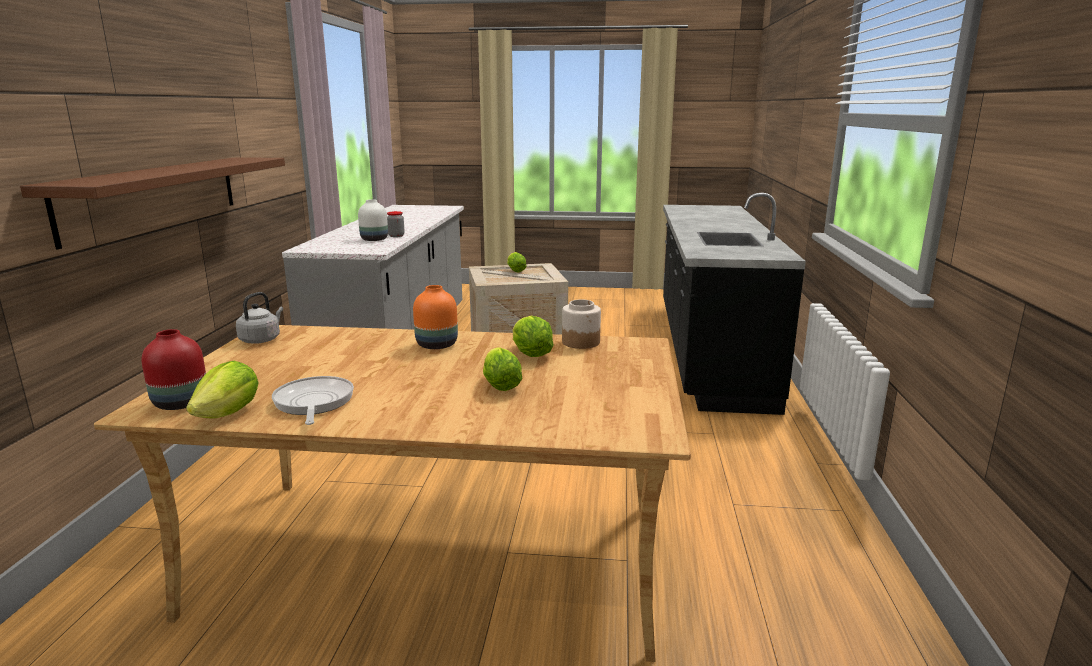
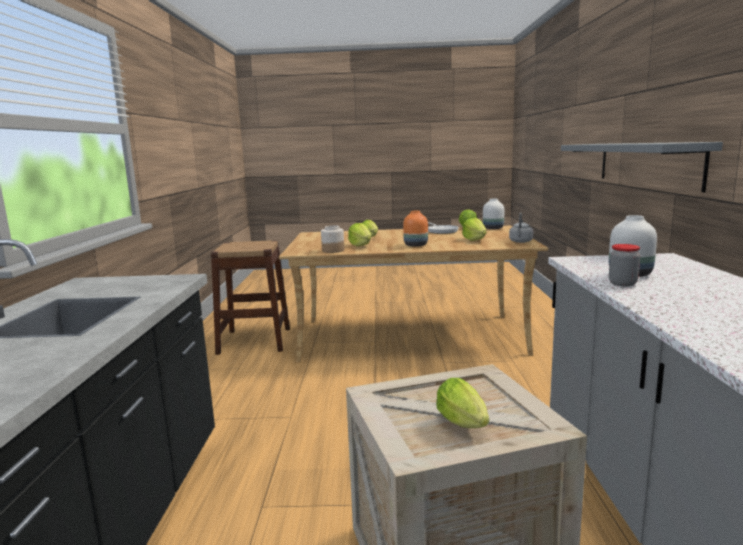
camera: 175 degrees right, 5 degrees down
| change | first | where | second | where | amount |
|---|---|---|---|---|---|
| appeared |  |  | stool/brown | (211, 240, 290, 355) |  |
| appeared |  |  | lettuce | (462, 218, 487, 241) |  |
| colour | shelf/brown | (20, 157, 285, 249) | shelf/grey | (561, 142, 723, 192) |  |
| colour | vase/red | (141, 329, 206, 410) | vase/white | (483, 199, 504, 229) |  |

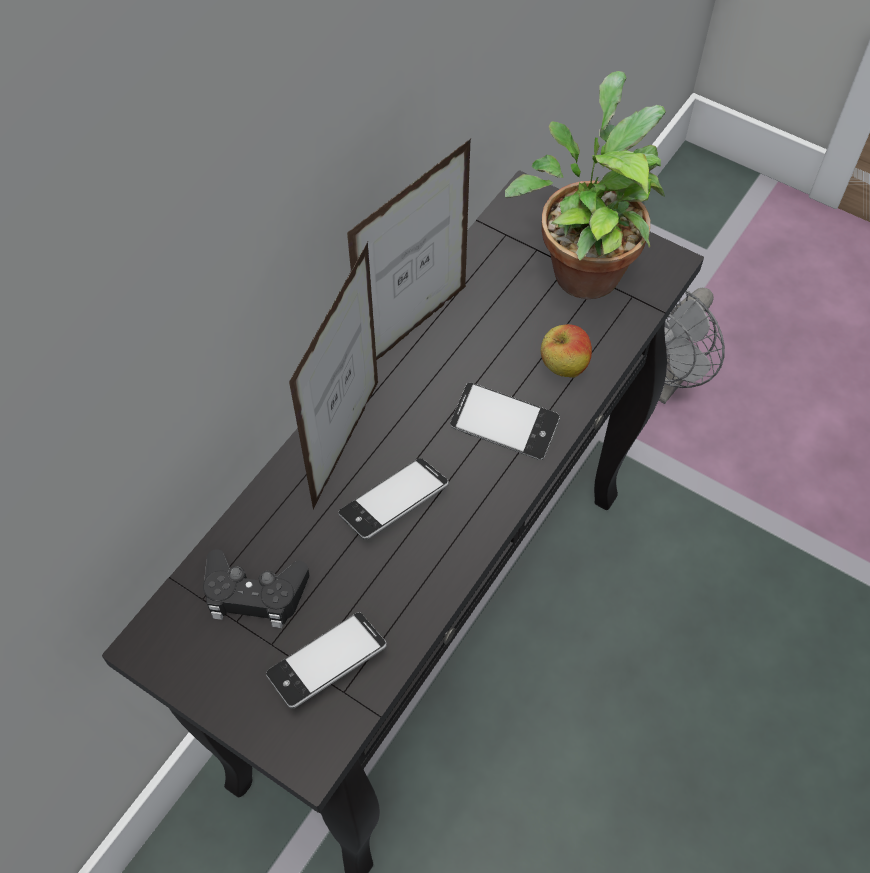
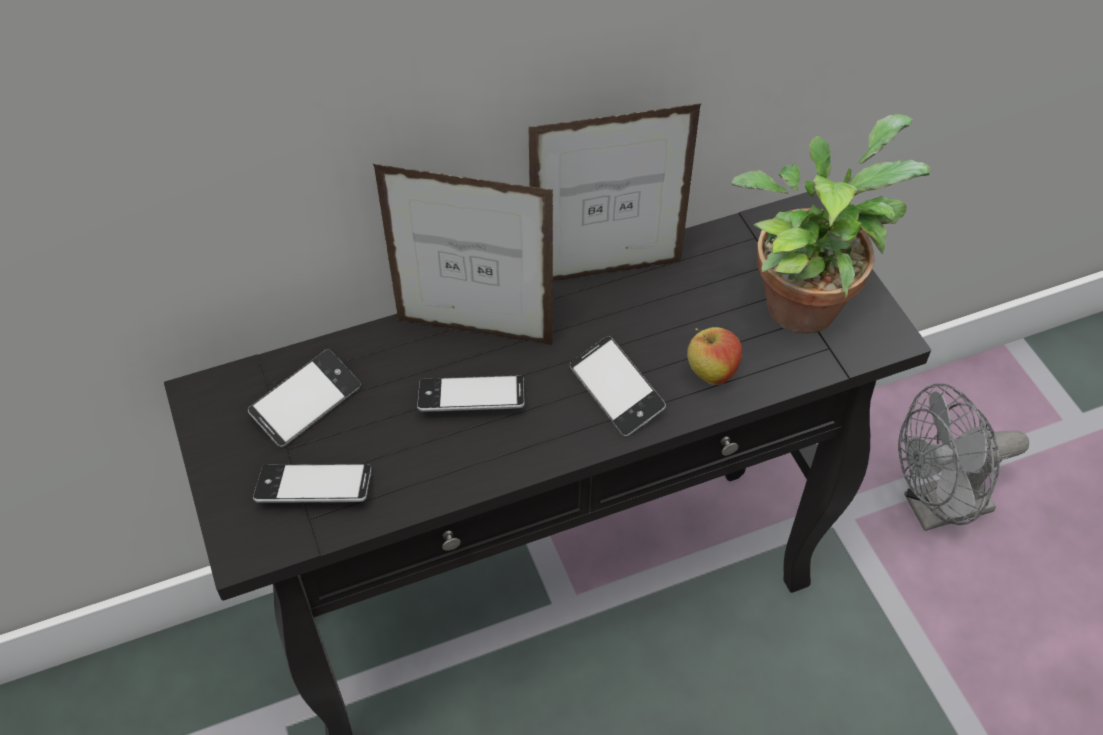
camera: 35 degrees right, 5 degrees down
| change | first | where | second | where | amount |
|---|---|---|---|---|---|
| exchanged | game controller/black | (203, 549, 309, 628) | phone | (248, 349, 361, 447) |  |
| spun | picture frame | (289, 242, 379, 509) |  | (373, 164, 553, 345) | 135 degrees counterclockwise |

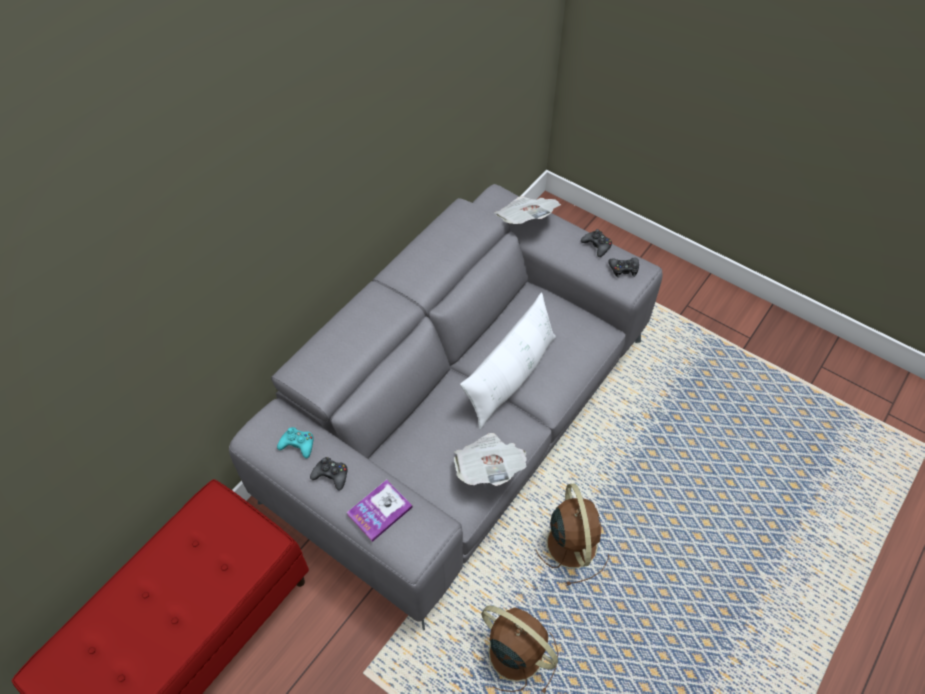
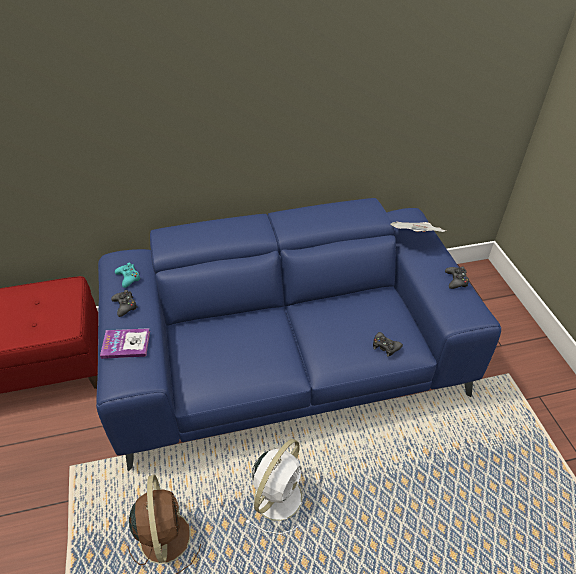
camera: 40 degrees right, 10 degrees down
| change | first | where | second | where | amount |
|---|---|---|---|---|---|
| missing | newspaper | (454, 433, 527, 486) |  |  |  |
| missing | pillow/white | (460, 293, 556, 429) |  |  |  |
| relocated | game controller/black | (608, 258, 639, 278) |  | (373, 332, 403, 357) |  |
| colour | sofa/grey | (229, 184, 662, 630) | sofa/blue | (96, 198, 501, 471) |  |
| colour | fan/brown | (535, 483, 609, 586) | fan/white | (245, 439, 302, 534) |  |

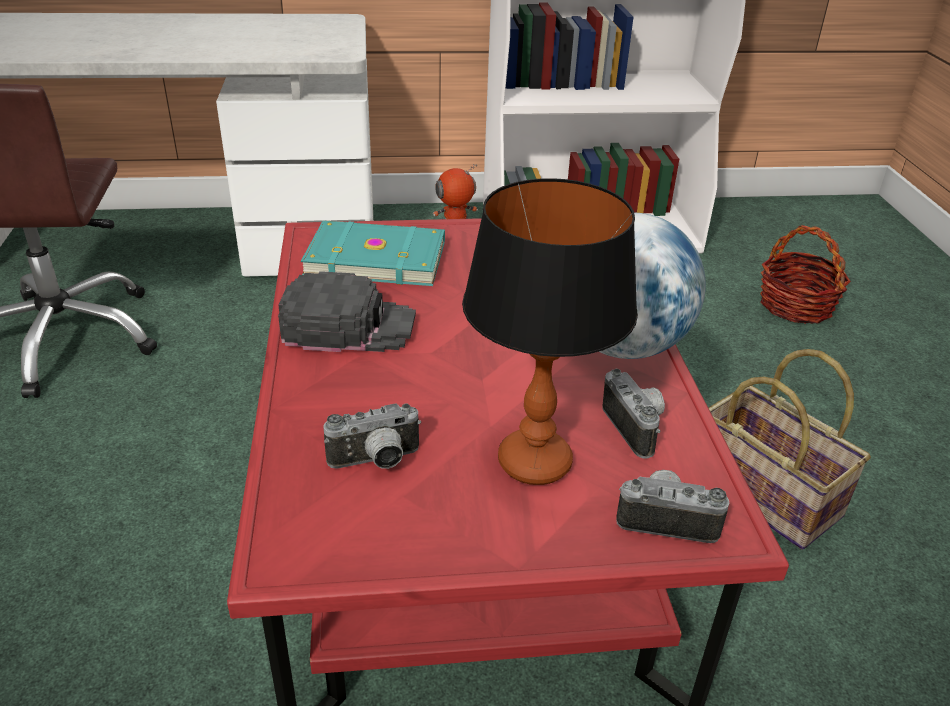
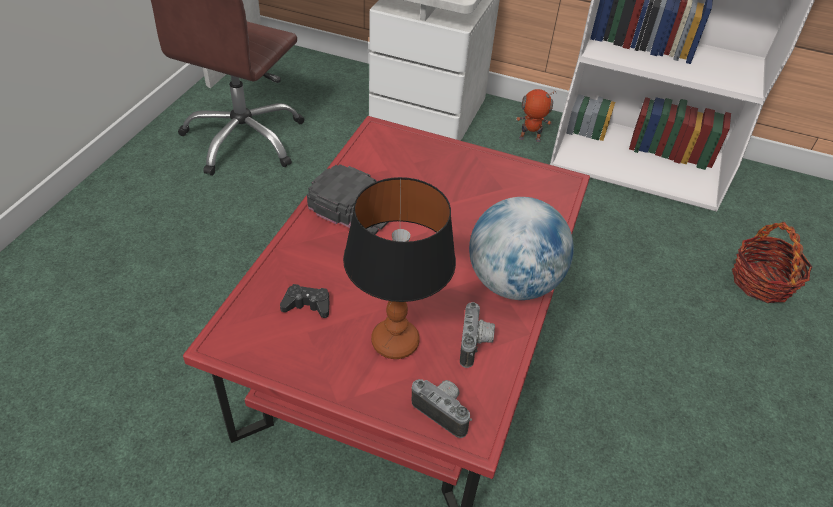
camera: 25 degrees right, 10 degrees up
| change | first | where | second | where | amount |
|---|---|---|---|---|---|
| missing | book/turquoise | (301, 220, 445, 286) |  |  |  |
| missing | basket | (708, 349, 871, 550) |  |  |  |
| exchanged | photo camera | (323, 403, 421, 469) | game controller/black | (280, 284, 330, 318) |  |

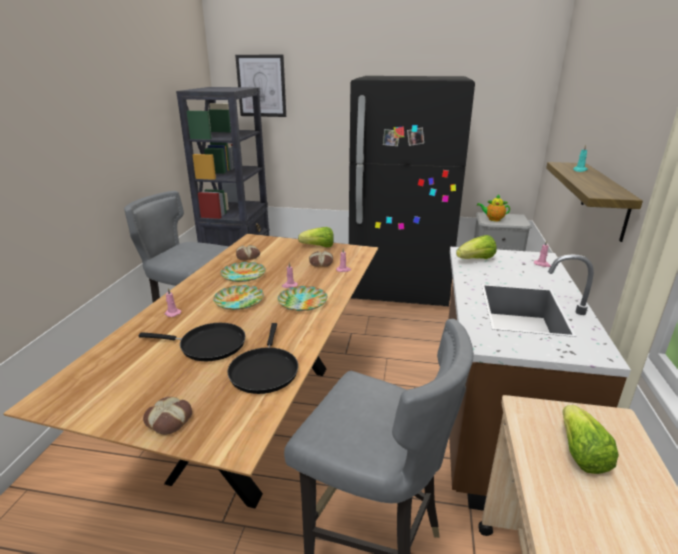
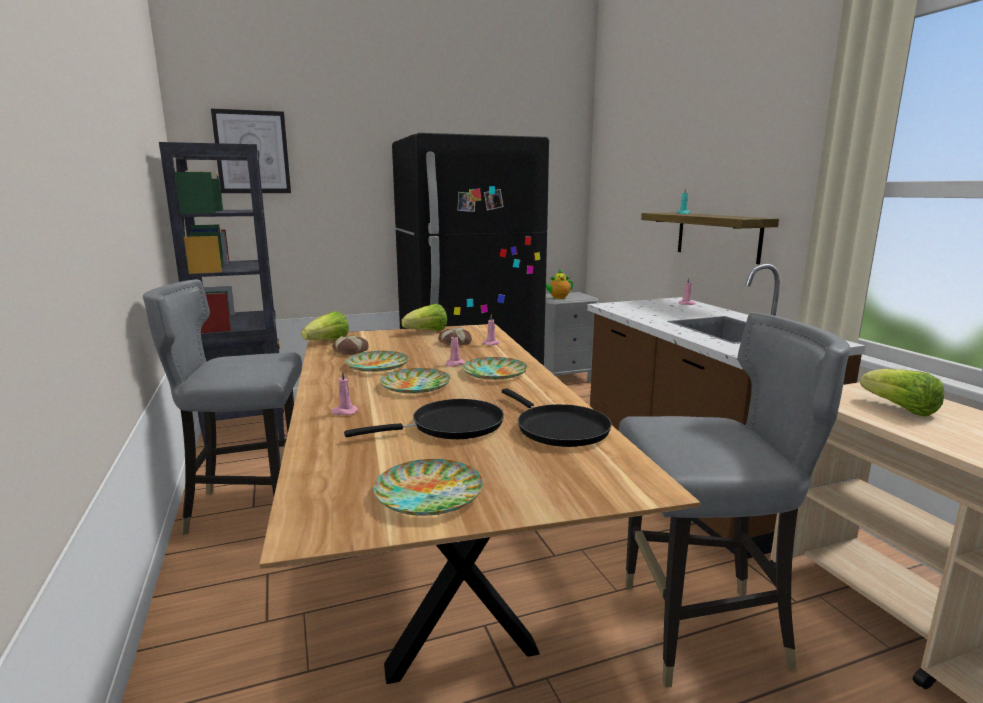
camera: 30 degrees left, 10 degrees down
| change | first | where | second | where | amount |
|---|---|---|---|---|---|
| missing | bread | (143, 397, 192, 435) |  |  |  |
| appeared |  |  | plate | (373, 459, 483, 516) |  |
| relocated | lettuce | (456, 235, 497, 259) |  | (301, 311, 349, 340) |  |

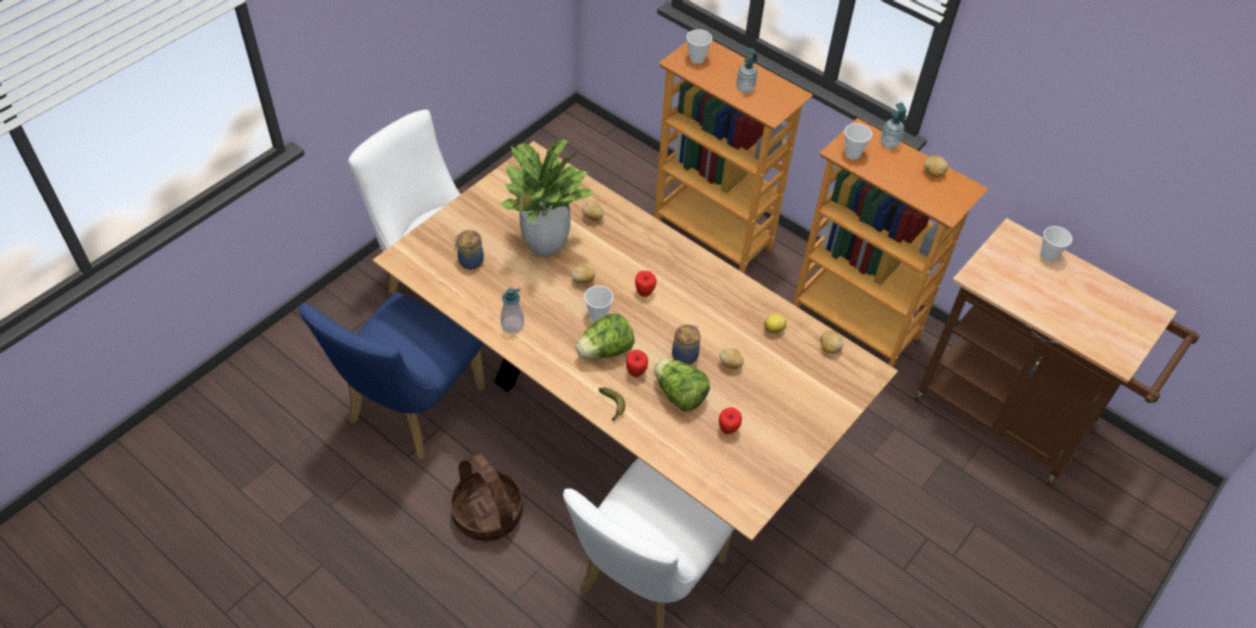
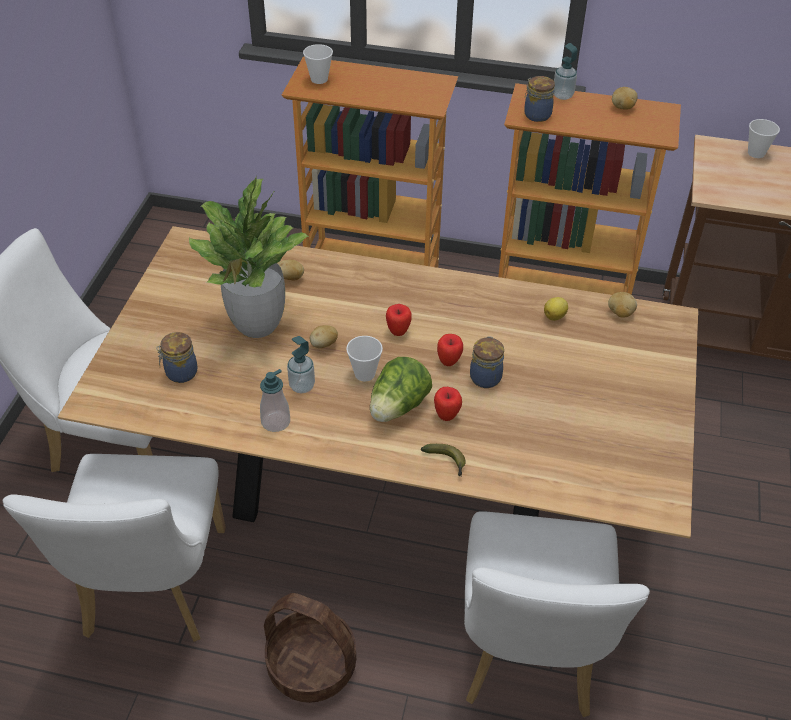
camera: 25 degrees left, 5 degrees down
| change | first | where | second | where | amount |
|---|---|---|---|---|---|
| missing | lettuce | (654, 359, 710, 412) |  |  |  |
| missing | potato | (720, 348, 744, 369) |  |  |  |
| relocated | apple | (719, 407, 742, 434) |  | (437, 334, 463, 366) |  |
| relocated | soap dispenser | (736, 48, 758, 93) |  | (287, 336, 315, 393) |  |
| exchanged | cup | (844, 123, 872, 159) | jar | (524, 76, 555, 122) |  |
| colour | chair/blue | (299, 292, 485, 459) | chair/white | (3, 454, 226, 642) |  |

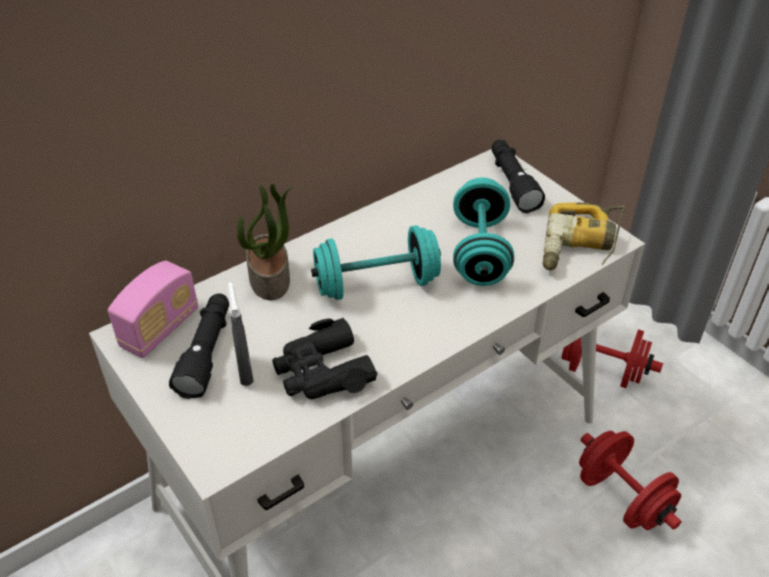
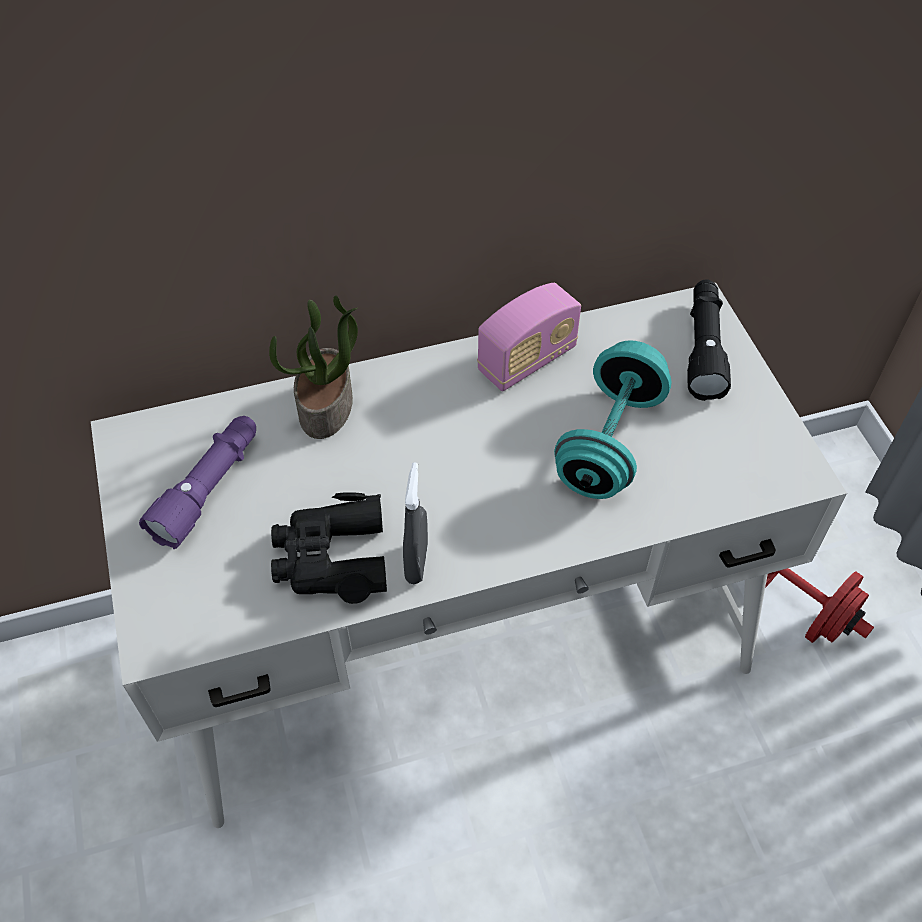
camera: 20 degrees right, 10 degrees up
| change | first | where | second | where | amount |
|---|---|---|---|---|---|
| missing | dumbbell/turquoise | (311, 225, 441, 300) |  |  |  |
| missing | power drill | (543, 202, 626, 270) |  |  |  |
| missing | dumbbell/red | (579, 431, 681, 530) |  |  |  |
| relocated | radio | (108, 261, 198, 358) |  | (477, 283, 581, 391) |  |
| relocated | spray bottle/grey | (228, 282, 254, 386) |  | (403, 462, 428, 584) |  |
| colour | flashlight/black | (169, 293, 229, 399) | flashlight/purple | (139, 416, 256, 549) |  |

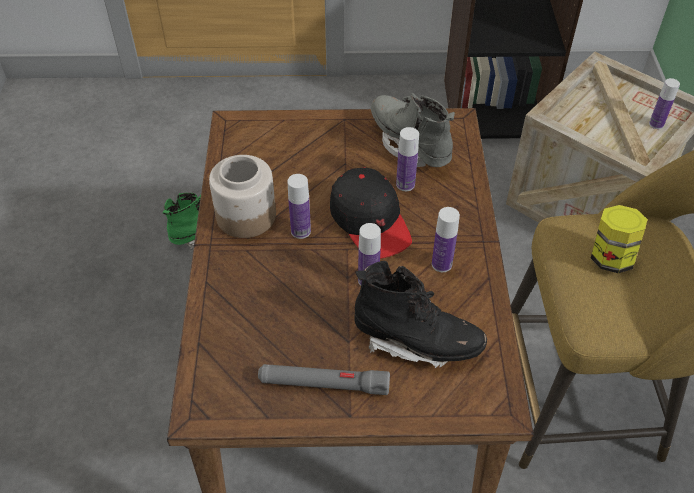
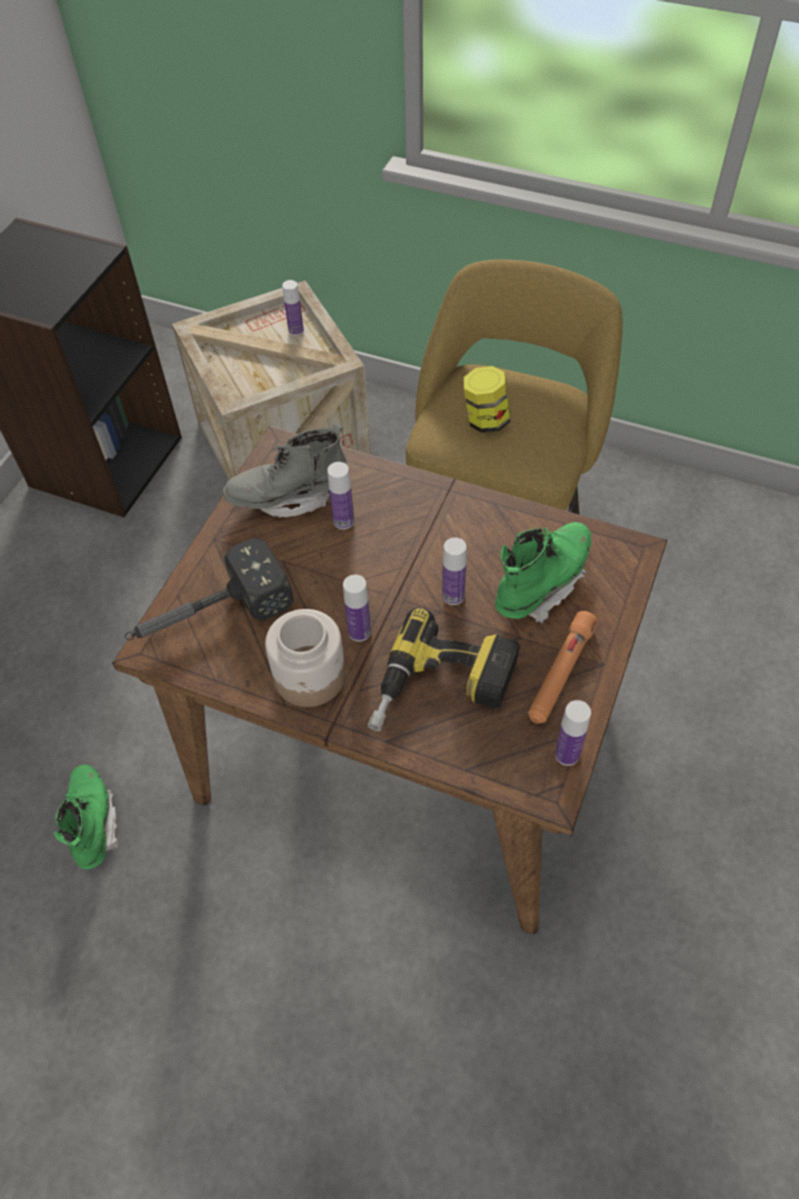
camera: 65 degrees left, 5 degrees up
| change | first | where | second | where | amount |
|---|---|---|---|---|---|
| missing | cap/black | (330, 167, 412, 259) |  |  |  |
| appeared |  |  | hammer | (125, 538, 294, 640) |  |
| appeared |  |  | power drill | (367, 607, 520, 731) |  |
| relocated | bottle | (432, 207, 460, 272) |  | (555, 700, 591, 766) |  |
| colour | flashlight/grey | (258, 364, 390, 395) | flashlight/orange | (528, 611, 598, 724) |  |
| colour | boot/black | (354, 261, 487, 368) | boot/green | (495, 522, 592, 624) |  |

